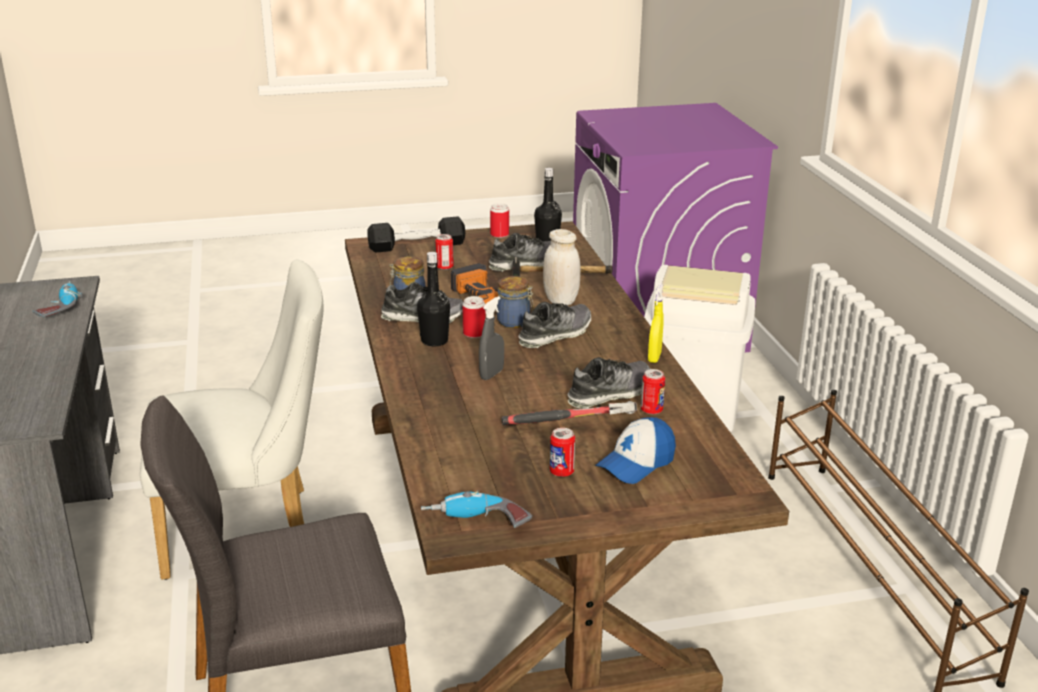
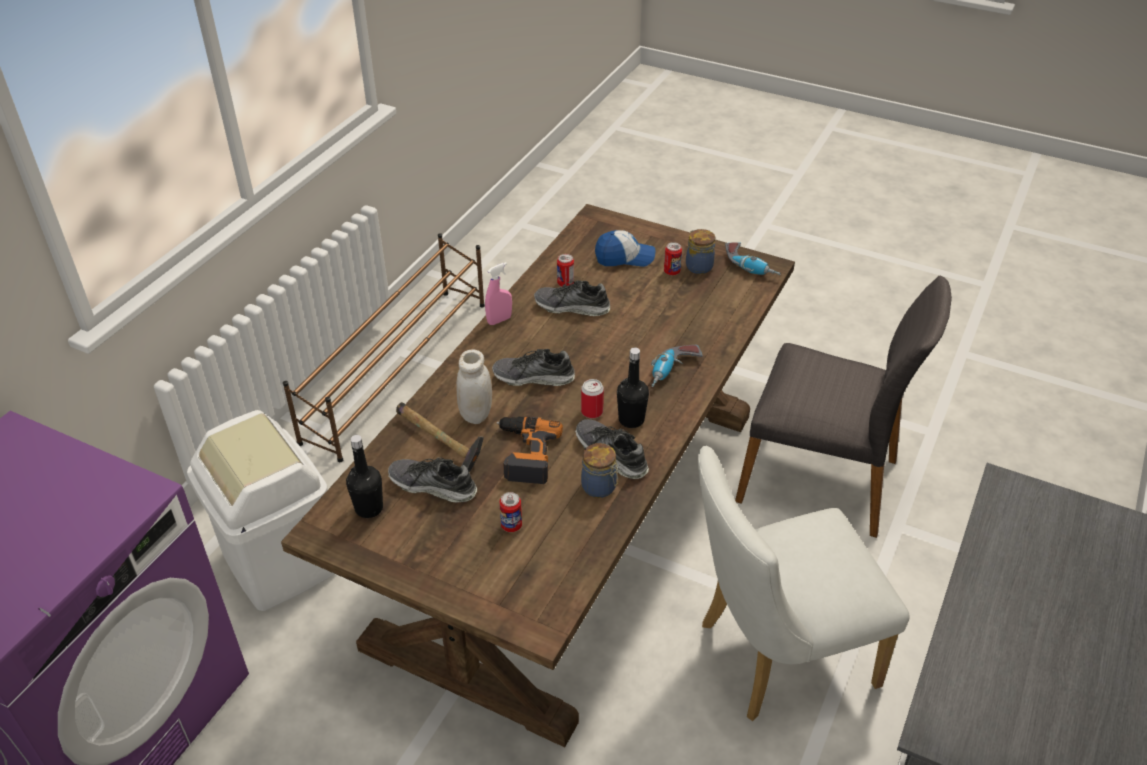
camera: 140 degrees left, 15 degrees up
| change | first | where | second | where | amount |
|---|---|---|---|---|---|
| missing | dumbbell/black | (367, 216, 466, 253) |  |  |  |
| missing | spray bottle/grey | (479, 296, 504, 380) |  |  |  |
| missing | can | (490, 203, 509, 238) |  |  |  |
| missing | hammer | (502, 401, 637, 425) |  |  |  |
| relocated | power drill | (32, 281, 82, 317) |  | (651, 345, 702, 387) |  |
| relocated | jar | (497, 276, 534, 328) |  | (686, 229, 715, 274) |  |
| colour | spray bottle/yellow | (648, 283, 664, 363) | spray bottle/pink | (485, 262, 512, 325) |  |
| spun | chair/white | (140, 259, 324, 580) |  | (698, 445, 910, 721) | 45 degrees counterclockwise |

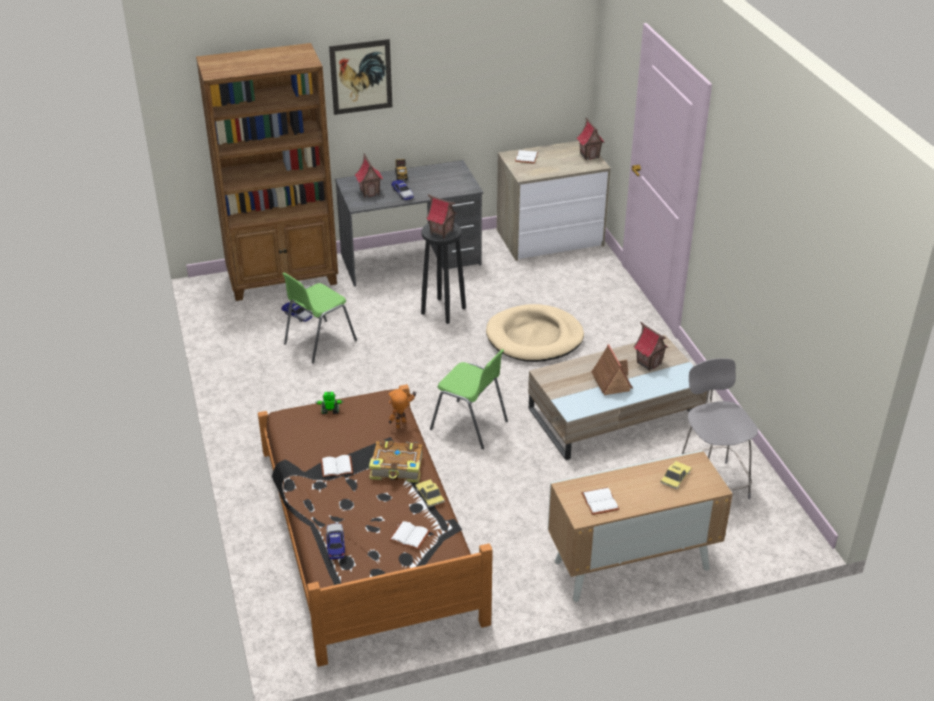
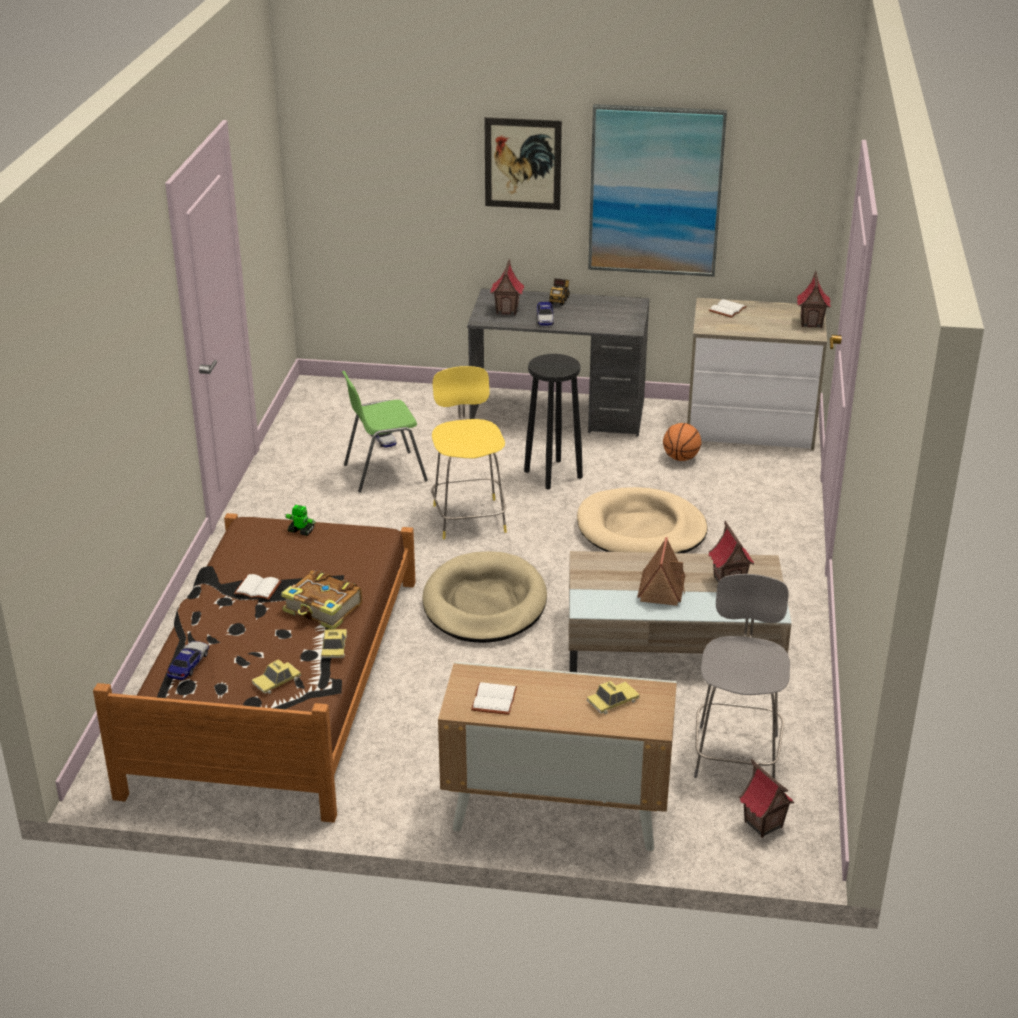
camera: 25 degrees right, 5 degrees down
| change | first | where | second | where | amount |
|---|---|---|---|---|---|
| missing | bookcase/brown | (196, 43, 338, 301) |  |  |  |
| missing | toy robot | (389, 388, 416, 428) |  |  |  |
| appeared |  |  | stool/yellow | (431, 366, 507, 539) |  |
| appeared |  |  | picture | (588, 104, 727, 277) |  |
| appeared |  |  | basketball | (663, 423, 702, 461) |  |
| relocated | toy house | (426, 194, 457, 238) |  | (739, 759, 795, 838) |  |
| exchanged | book/white | (389, 521, 430, 550) | toy car | (252, 659, 301, 694) |  |
| exchanged | chair/green | (430, 349, 508, 449) | dog bed/beige | (422, 551, 547, 643) |  |

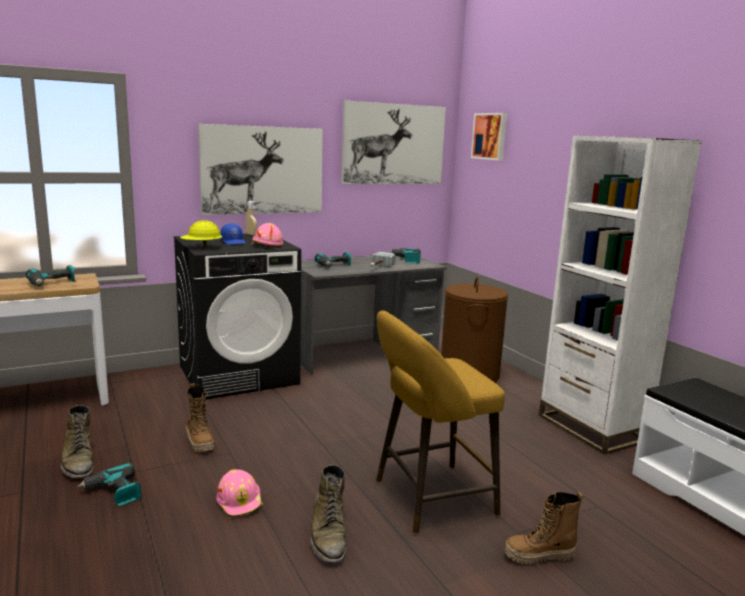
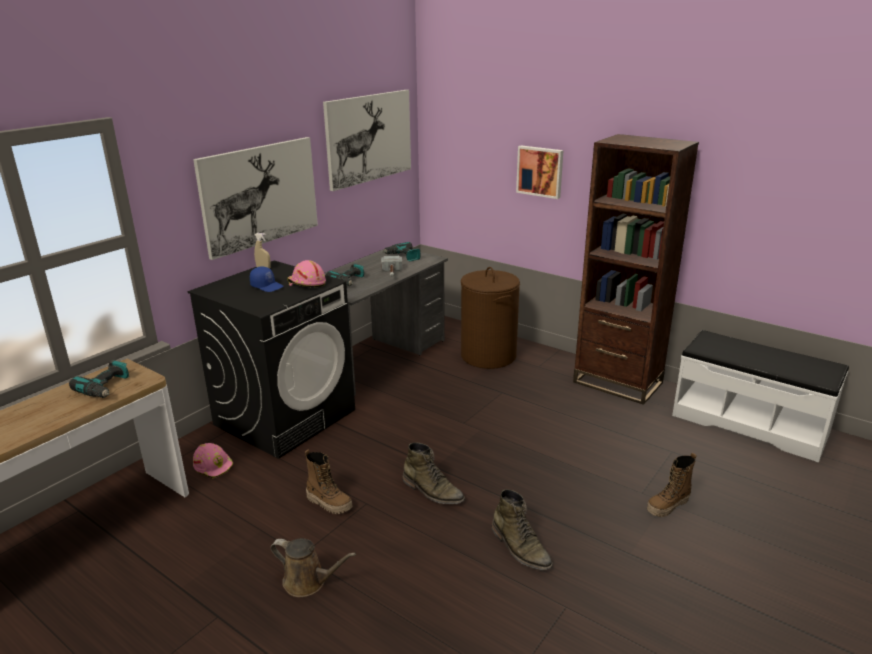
camera: 25 degrees left, 10 degrees up
| change | first | where | second | where | amount |
|---|---|---|---|---|---|
| missing | hard hat/yellow | (180, 220, 222, 248) |  |  |  |
| missing | stool/yellow | (376, 310, 505, 534) |  |  |  |
| relocated | boot/green | (61, 405, 94, 478) |  | (402, 442, 465, 504) |  |
| relocated | hard hat/pink | (217, 469, 263, 518) |  | (193, 443, 234, 478) |  |
| relocated | picture | (471, 113, 507, 161) |  | (516, 145, 564, 199) |  |
| exchanged | power drill | (77, 463, 141, 506) | watering can/brown | (270, 538, 356, 597) |  |
| colour | bookcase/white | (539, 136, 702, 455) | bookcase/brown | (573, 134, 699, 405) |  |

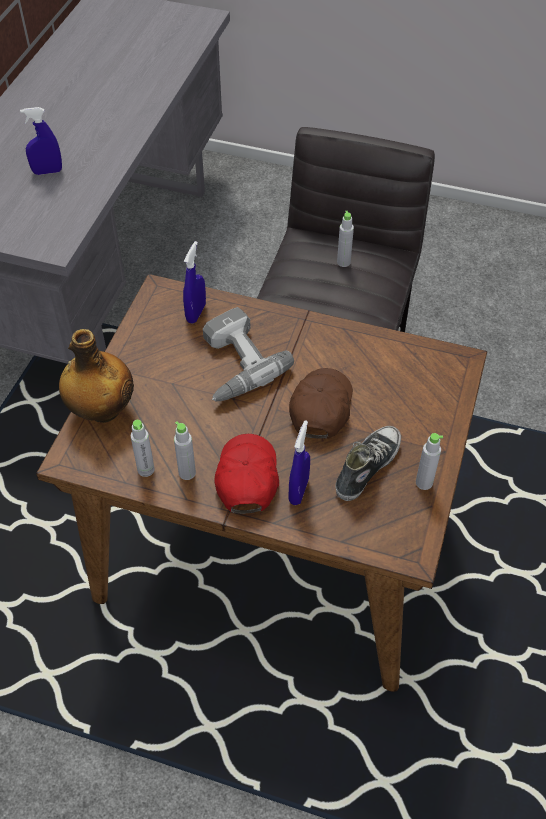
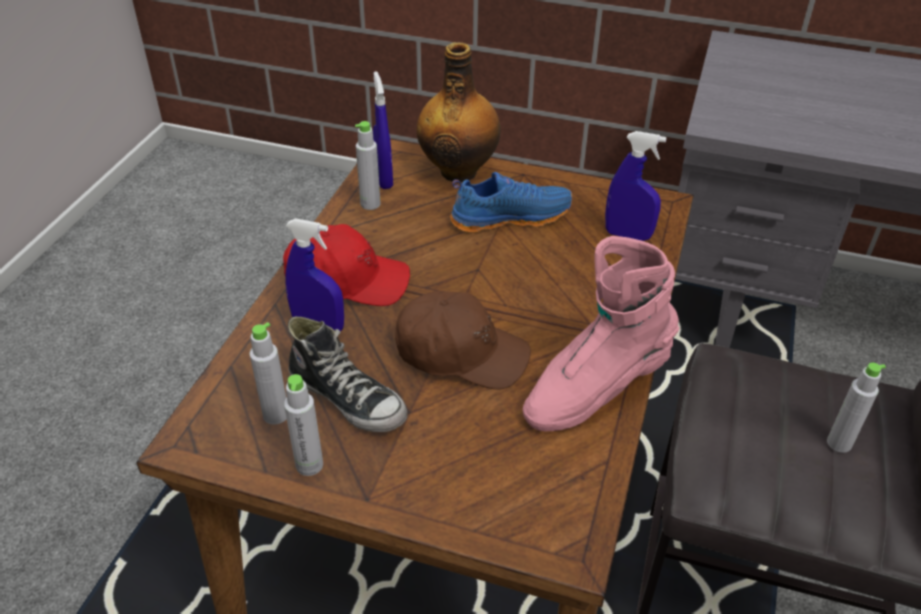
camera: 90 degrees right, 10 degrees down
| change | first | where | second | where | amount |
|---|---|---|---|---|---|
| missing | power drill | (203, 307, 294, 401) |  |  |  |
| appeared |  |  | shoe/blue | (450, 172, 572, 233) |  |
| appeared |  |  | boot/pink | (523, 236, 679, 431) |  |
| relocated | spray bottle/blue | (20, 107, 62, 175) |  | (373, 71, 393, 189) |  |
| relocated | bottle/grey | (174, 421, 196, 480) |  | (249, 322, 287, 425) |  |

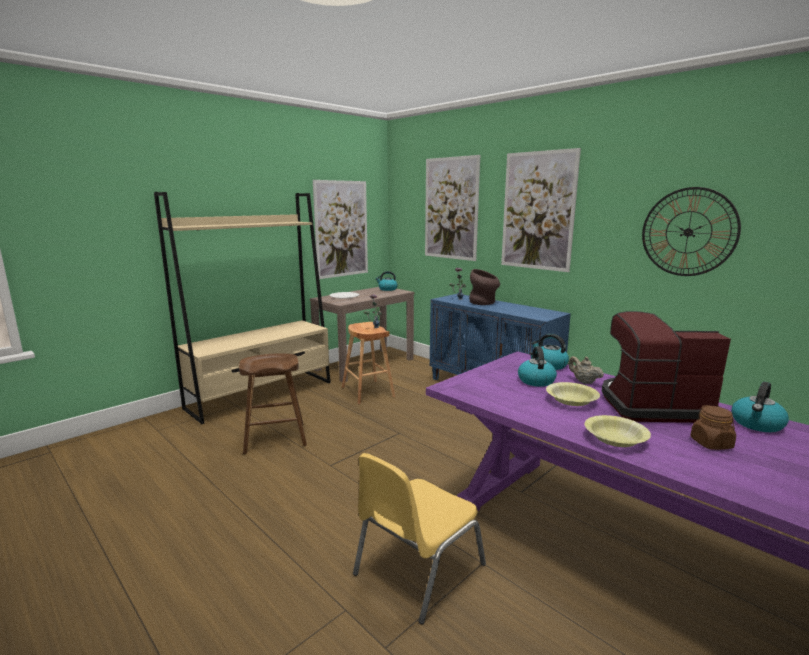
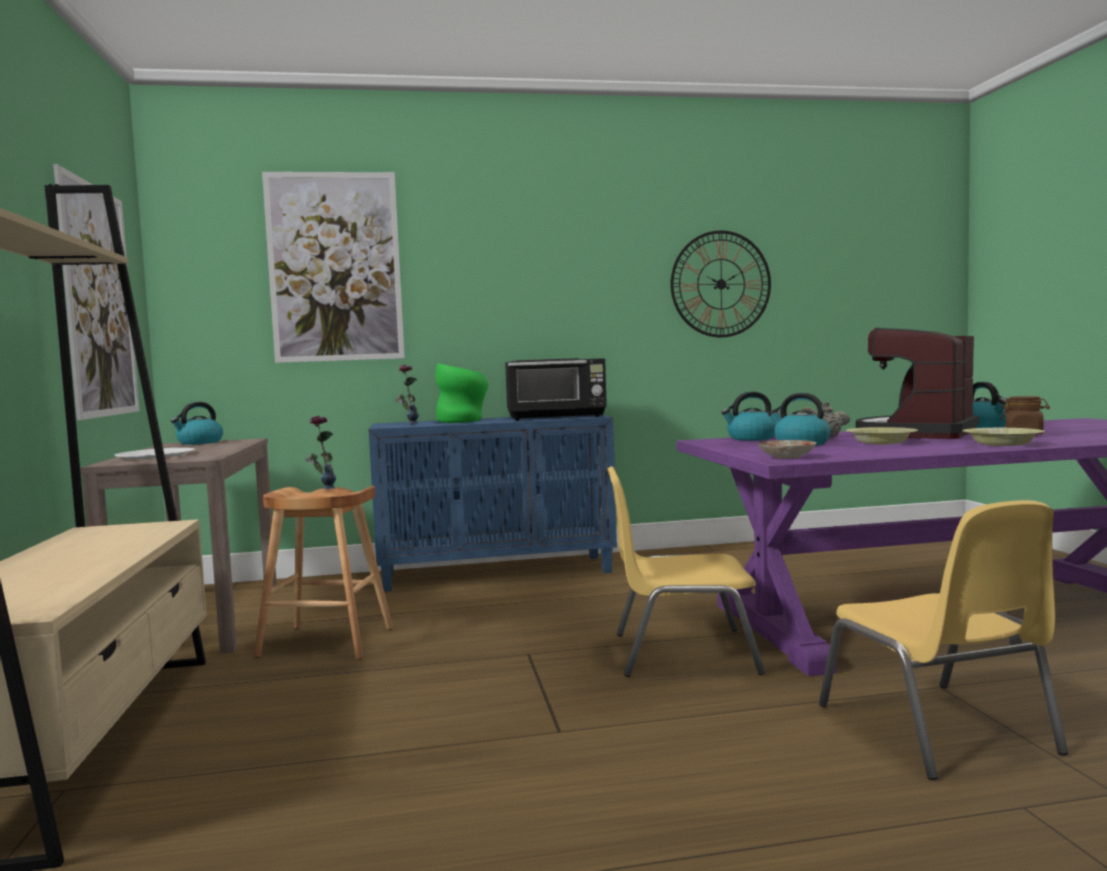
camera: 55 degrees left, 10 degrees down
| change | first | where | second | where | amount |
|---|---|---|---|---|---|
| missing | stool/brown | (239, 353, 307, 454) |  |  |  |
| missing | picture | (501, 148, 581, 272) |  |  |  |
| appeared |  |  | microwave/black | (505, 358, 607, 421) |  |
| appeared |  |  | chair/yellow | (607, 466, 765, 677) |  |
| appeared |  |  | plate | (757, 440, 817, 459) |  |
| colour | vase/brown | (469, 269, 500, 305) | vase/green | (436, 363, 488, 423) |  |

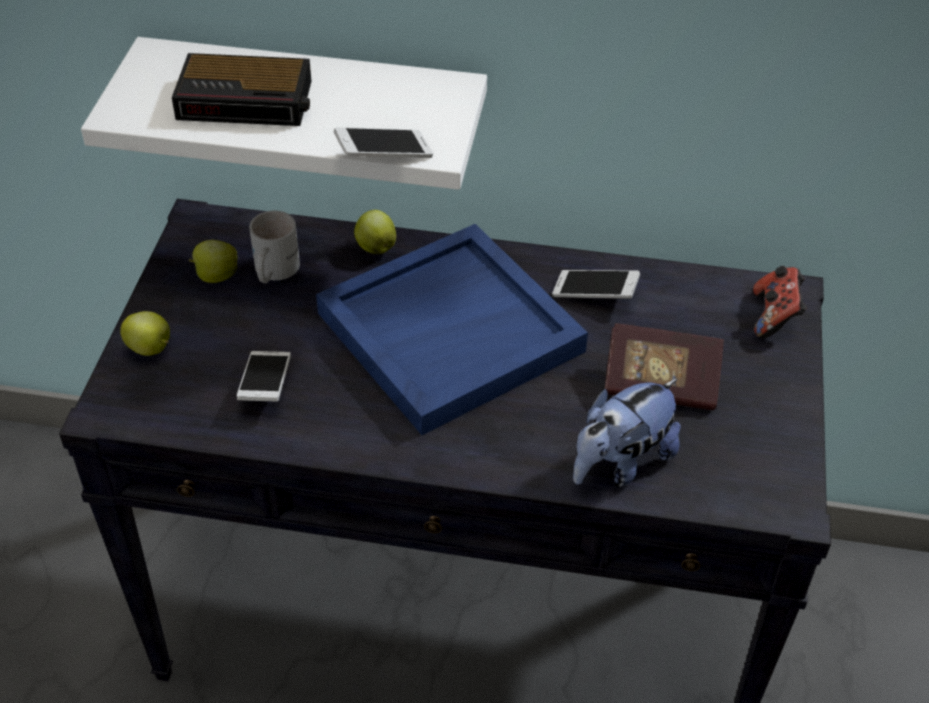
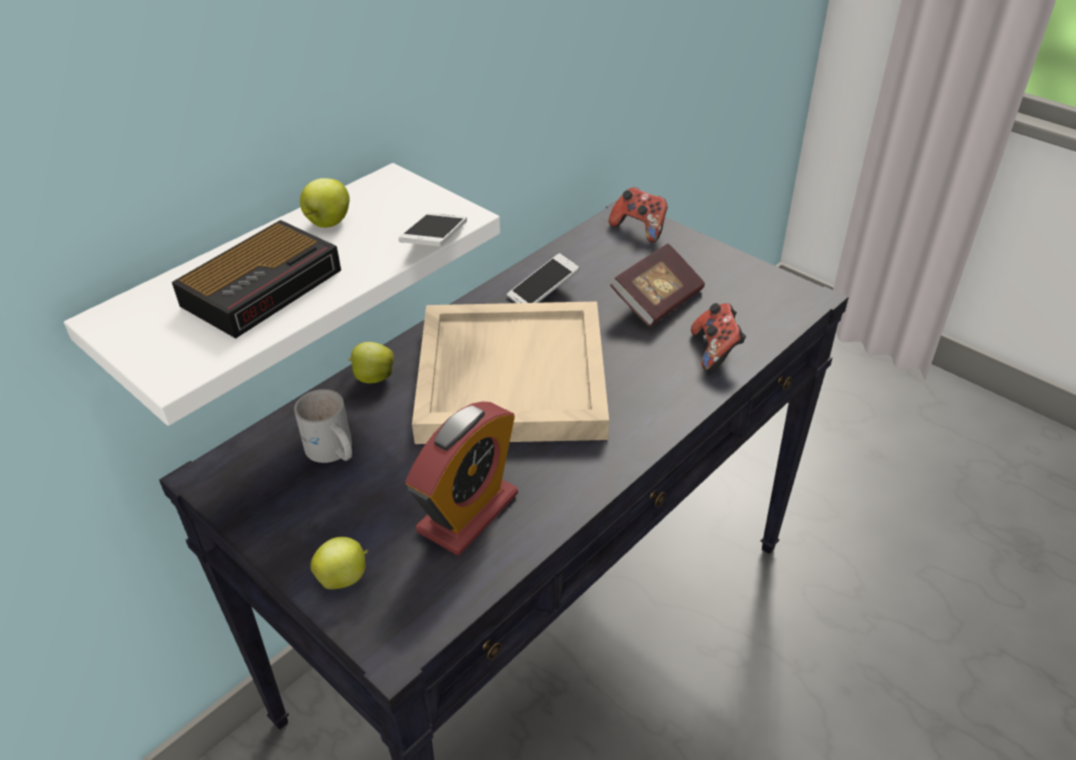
camera: 55 degrees left, 5 degrees down
| change | first | where | second | where | amount |
|---|---|---|---|---|---|
| relocated | apple | (189, 240, 237, 283) |  | (300, 178, 350, 228) |  |
| exchanged | phone | (237, 351, 291, 401) | alarm clock | (405, 401, 518, 555) |  |
| exchanged | plush toy | (573, 379, 681, 487) | game controller | (691, 303, 746, 371) |  |
| colour | tray/blue | (316, 224, 588, 435) | tray/beige | (412, 301, 609, 444) |  |

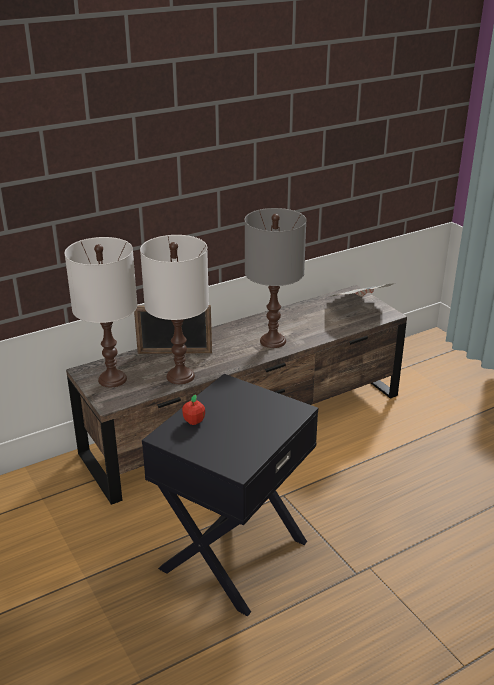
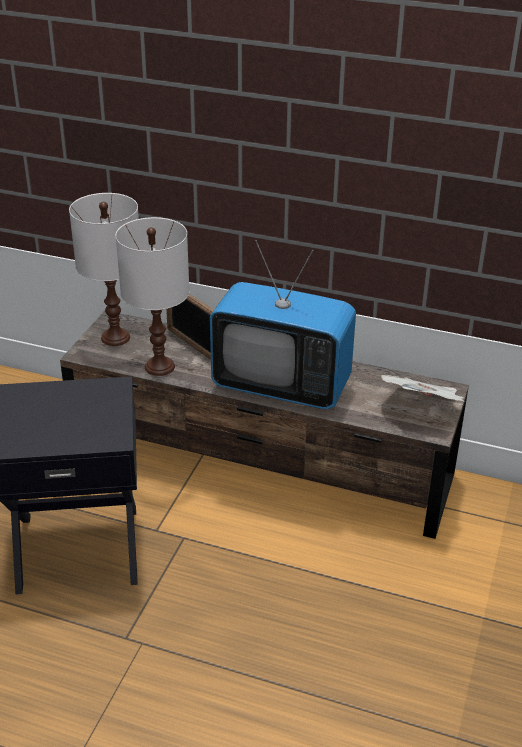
camera: 50 degrees right, 5 degrees up
| change | first | where | second | where | amount |
|---|---|---|---|---|---|
| missing | apple | (182, 395, 205, 425) |  |  |  |
| exchanged | table lamp/grey | (245, 208, 306, 348) | television | (210, 240, 356, 409) |  |

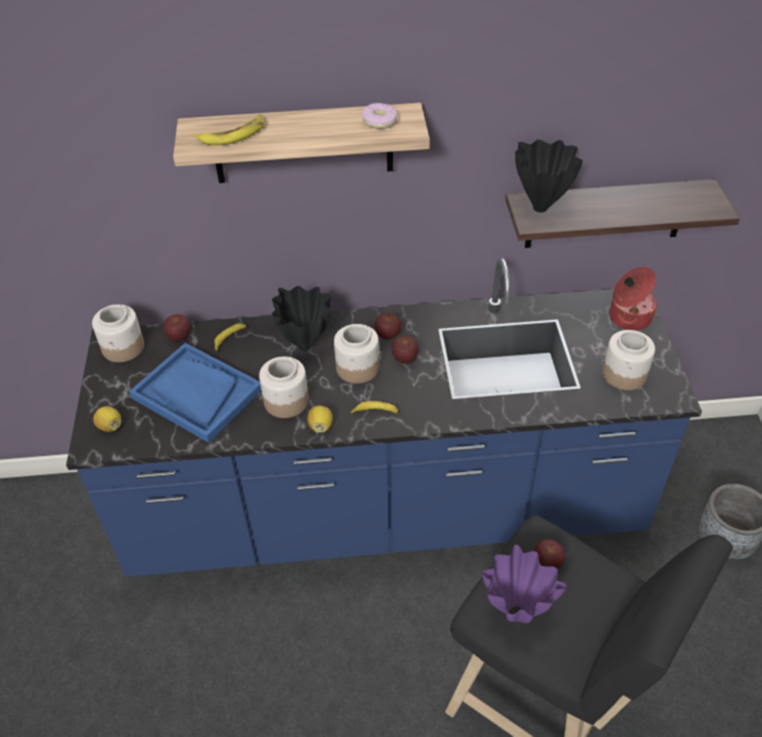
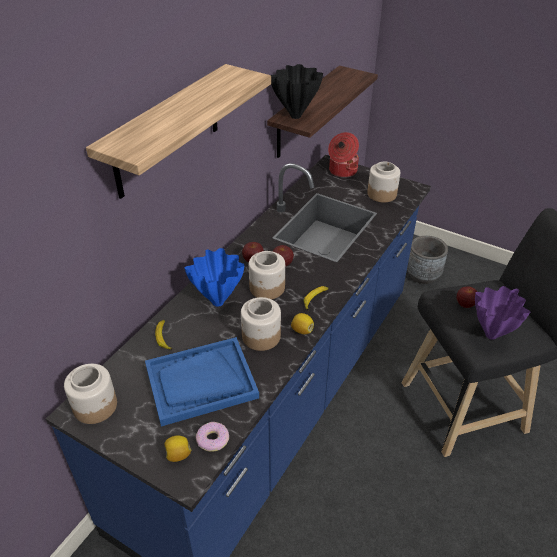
camera: 55 degrees left, 5 degrees down
| change | first | where | second | where | amount |
|---|---|---|---|---|---|
| missing | apple | (163, 314, 191, 341) |  |  |  |
| missing | banana | (192, 114, 265, 146) |  |  |  |
| relocated | donut | (362, 103, 398, 129) |  | (196, 422, 229, 452) |  |
| colour | vase/black | (272, 286, 331, 351) | vase/blue | (184, 248, 245, 307) |  |

